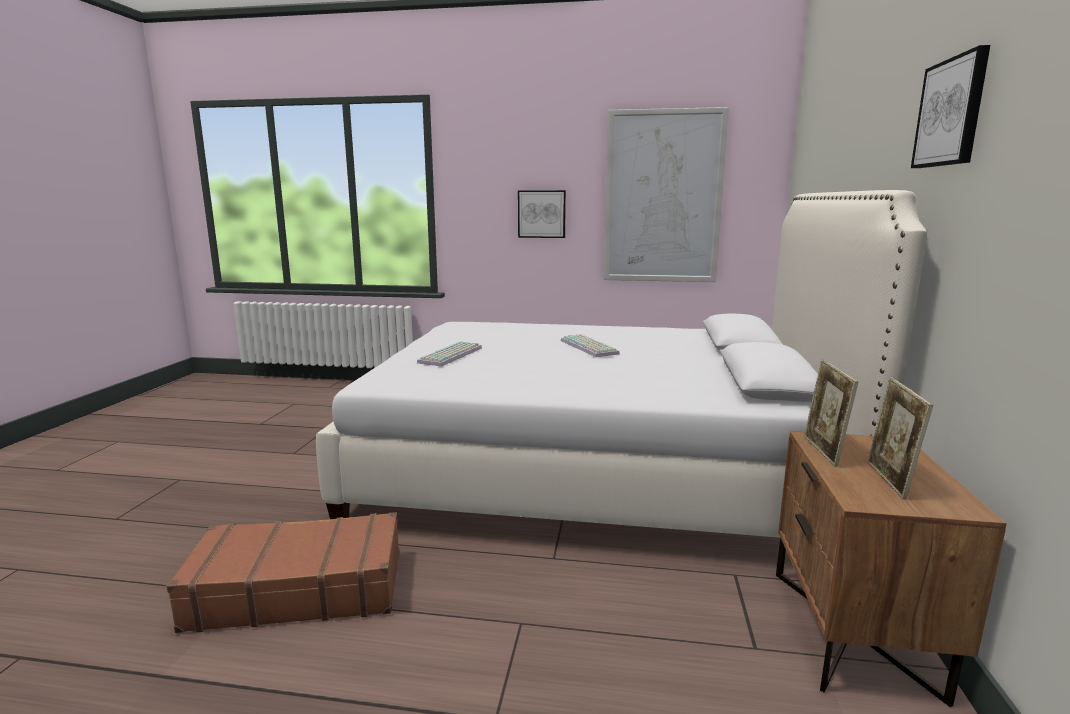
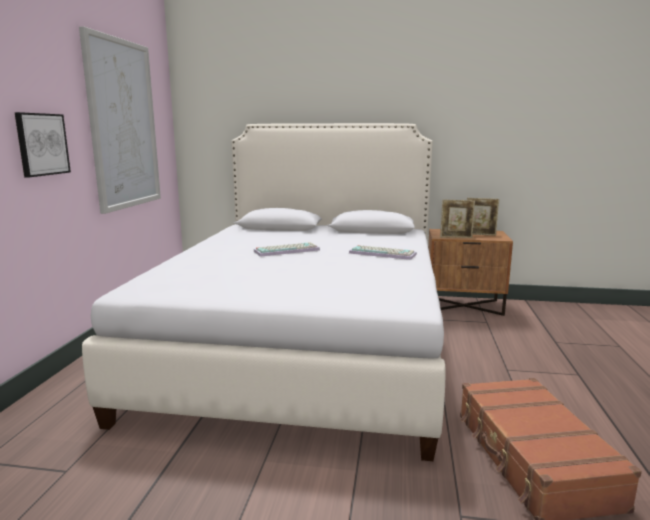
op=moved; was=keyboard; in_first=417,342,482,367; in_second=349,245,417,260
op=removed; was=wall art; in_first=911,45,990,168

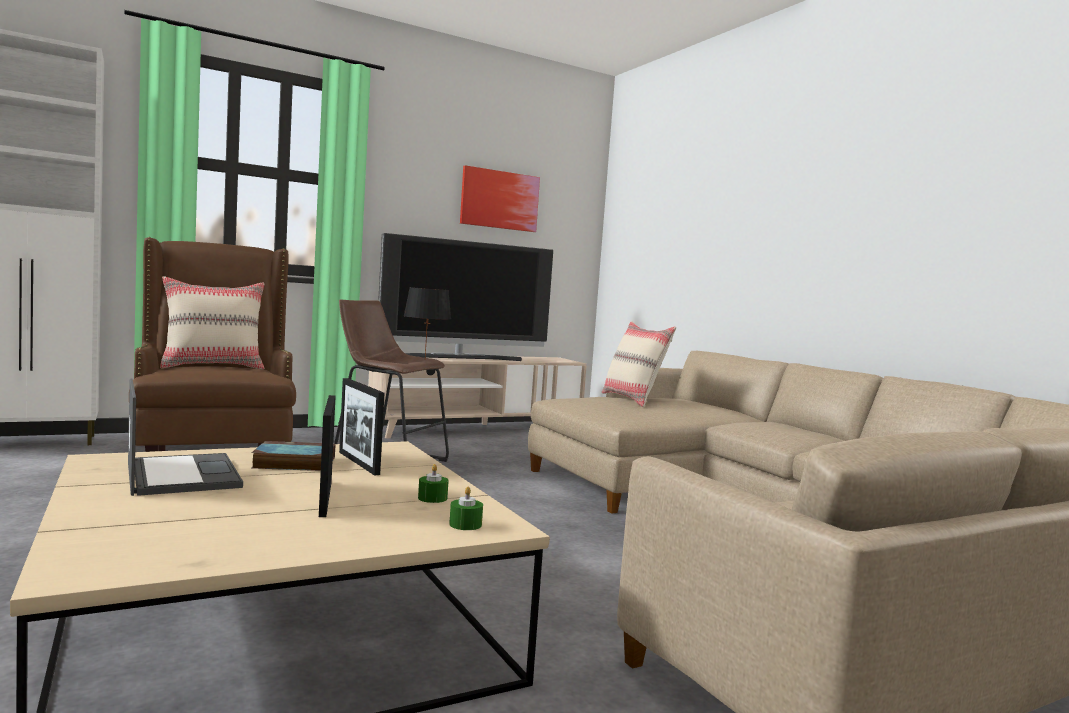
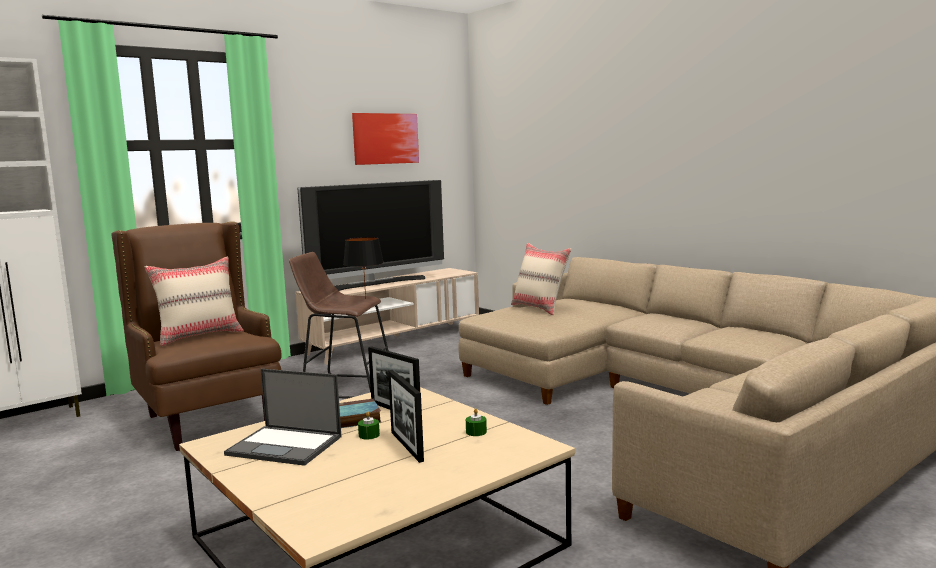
op=turned; was=laptop; in_first=128,379,243,496; in_second=224,369,341,466; clockwise=150
op=moved; was=greenish wax light; in_first=449,487,483,530; in_second=358,412,380,439

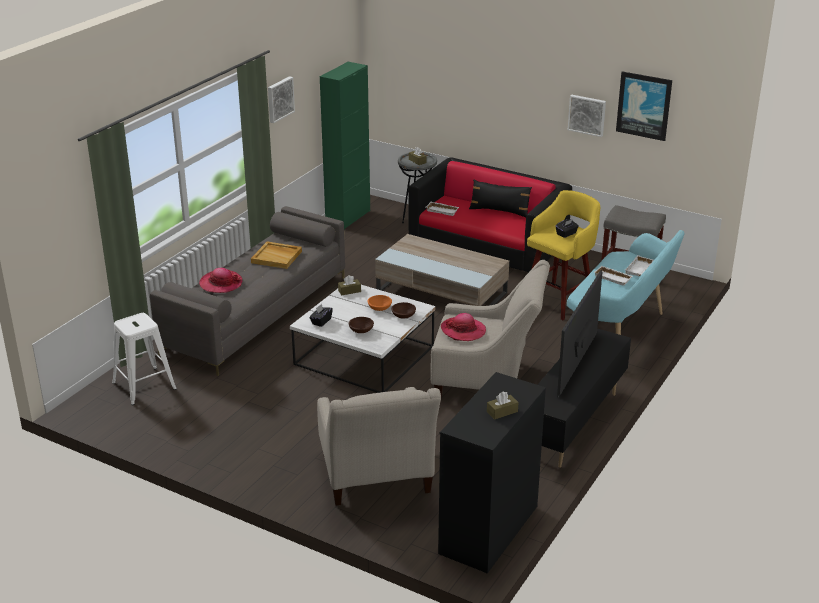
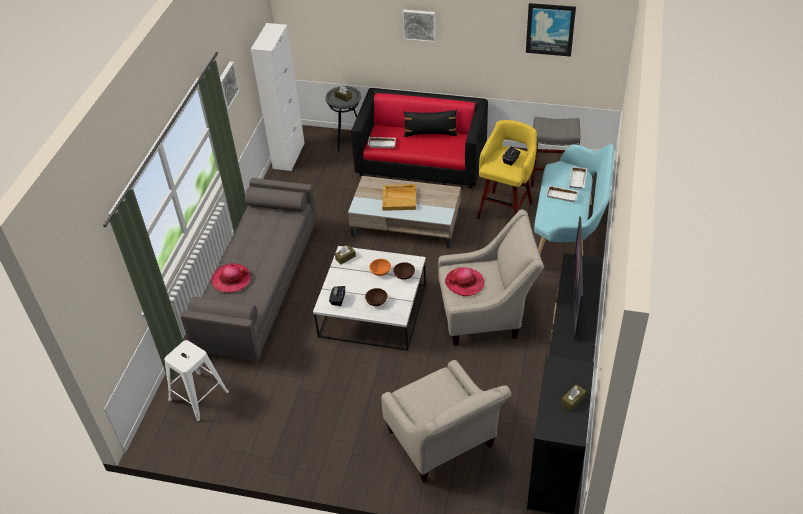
op=moved; was=sand-coloured serving tray; in_first=251,242,302,269; in_second=382,184,416,211
op=recoloured; was=greenish cabinet; now=white-coloured cabinet; in_first=320,62,370,230; in_second=251,23,305,171
op=moved; was=wall art; in_first=568,95,606,137; in_second=402,9,436,42

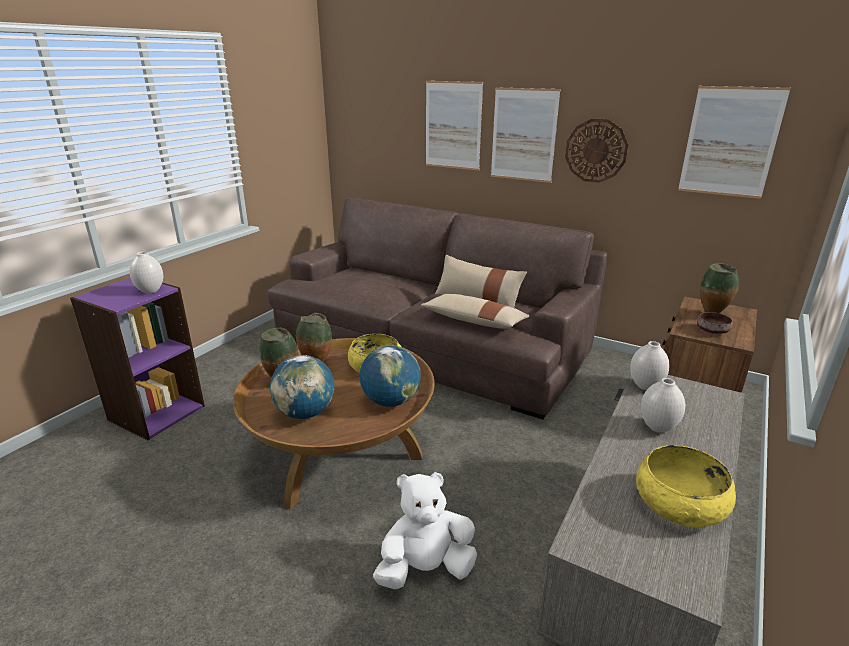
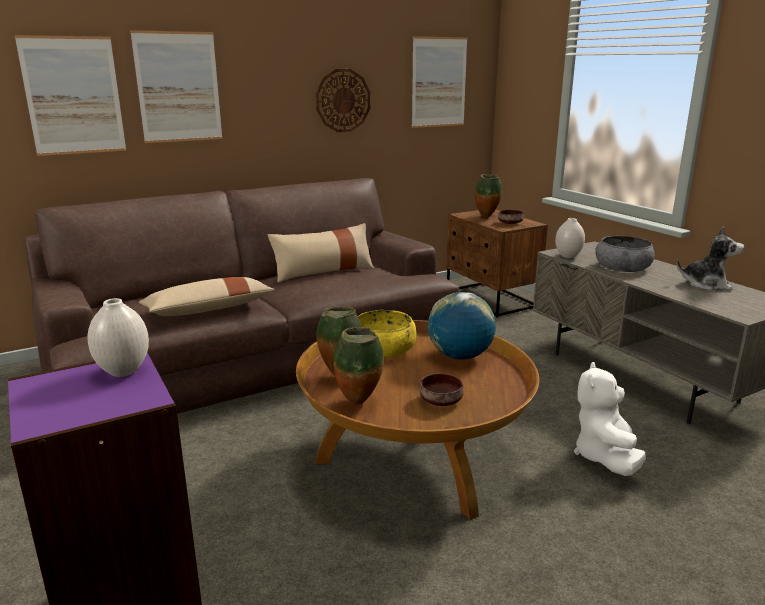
op=replaced; was=world globe; now=brown serving bowl; in_first=270,355,335,419; in_second=419,373,464,406
op=moved; was=sand-coloured cushion; in_first=421,294,530,329; in_second=139,277,275,316
op=moved; was=wall art; in_first=491,87,561,183; in_second=15,35,126,156
op=replaced; was=yellow-coloured serving bowl; now=cuddly toy; in_first=636,445,736,528; in_second=677,226,744,291
op=replaced; was=white-coloured decorative vase; now=grey serving bowl; in_first=641,378,685,433; in_second=595,236,655,272

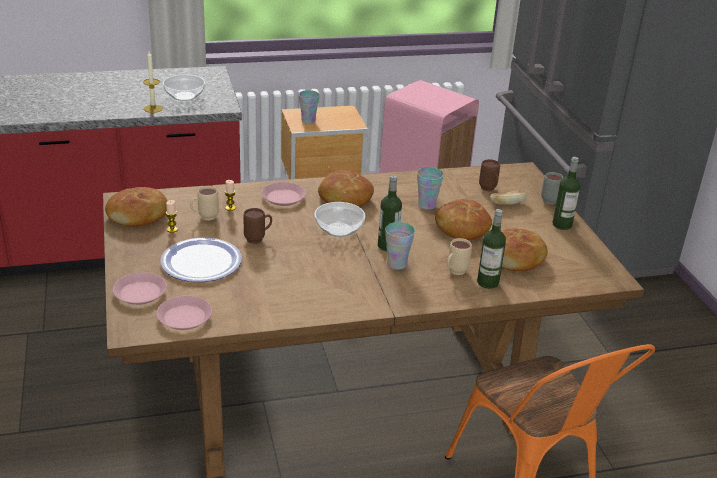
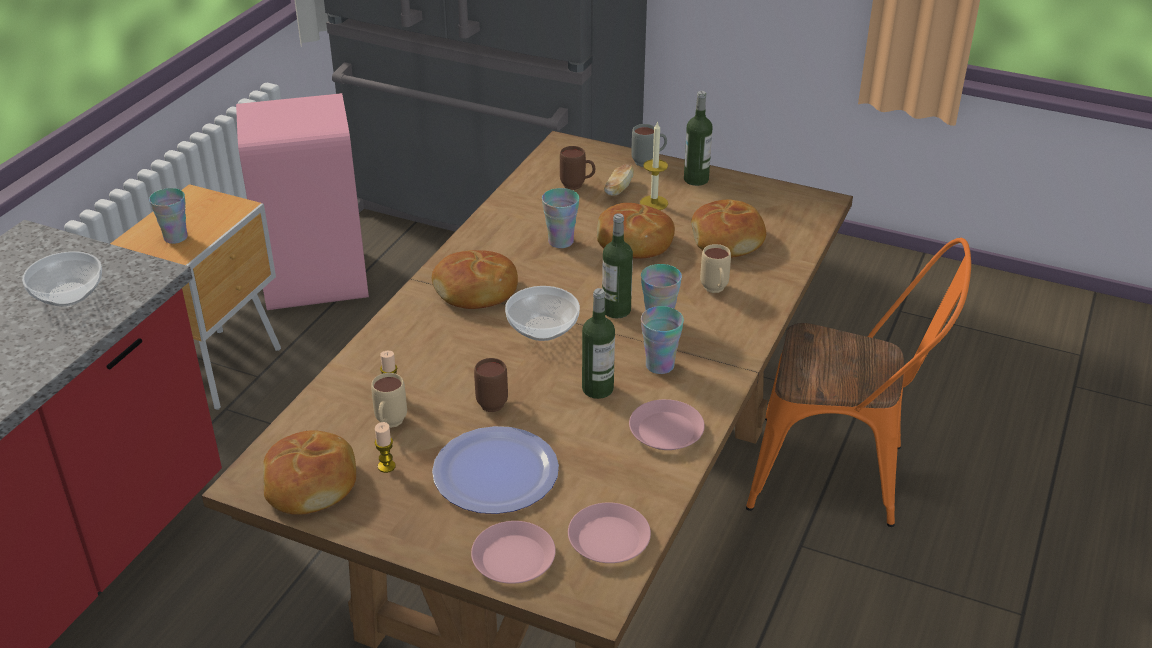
op=moved; was=wax light; in_first=143,51,163,113; in_second=640,121,668,210
op=moved; was=pinkish flat dish; in_first=261,182,306,206; in_second=629,399,705,450
op=moved; was=beverage bottle; in_first=477,209,506,289; in_second=582,288,615,399
op=added; now=cup; in_second=641,306,684,374

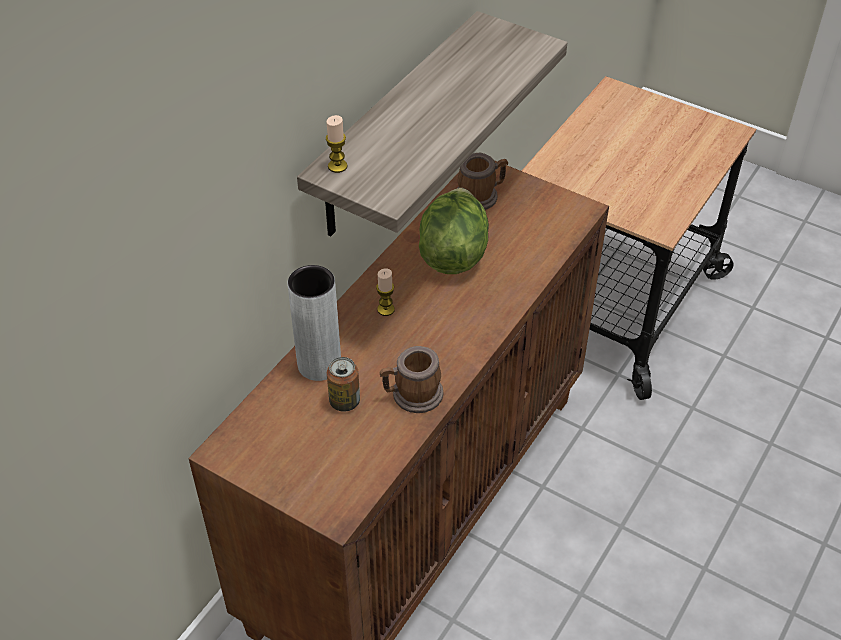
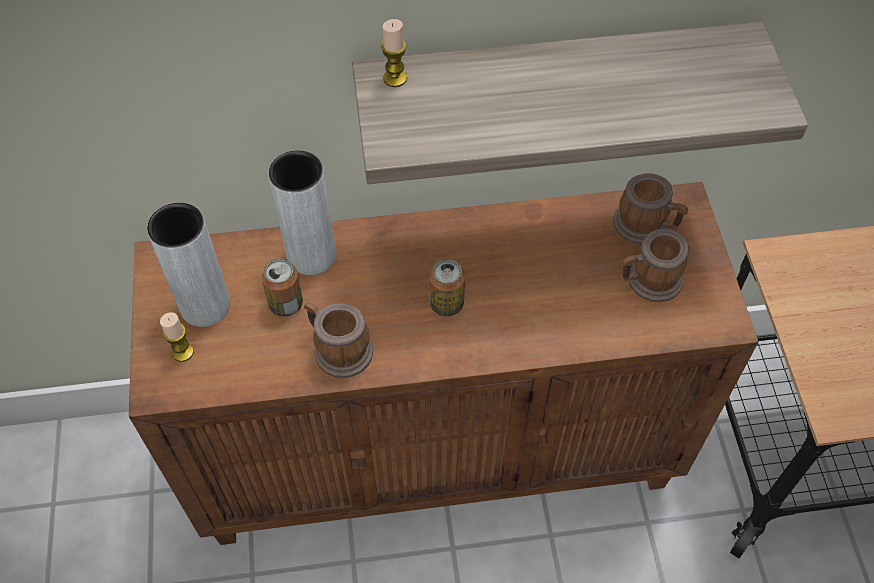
op=moved; was=wax light; in_first=376,268,395,316; in_second=160,312,194,362
op=removed; was=lettuce; in_first=419,188,489,274
op=added; now=grey decorative vase; in_second=147,203,230,327
op=added; now=can; in_second=429,259,465,316
op=added; now=coffee mug; in_second=622,229,689,302

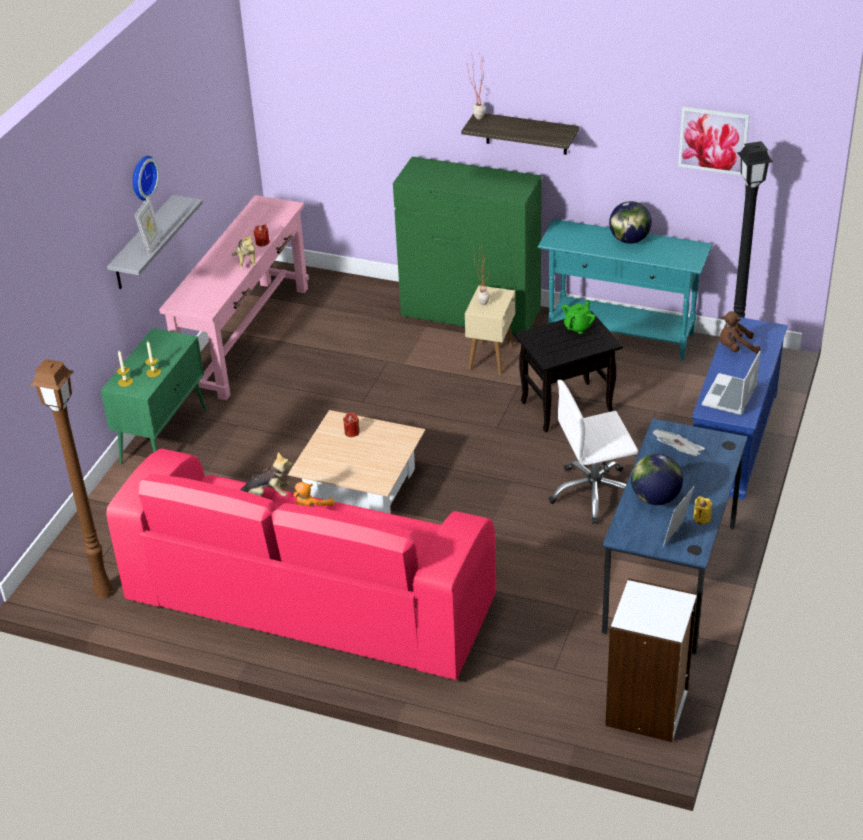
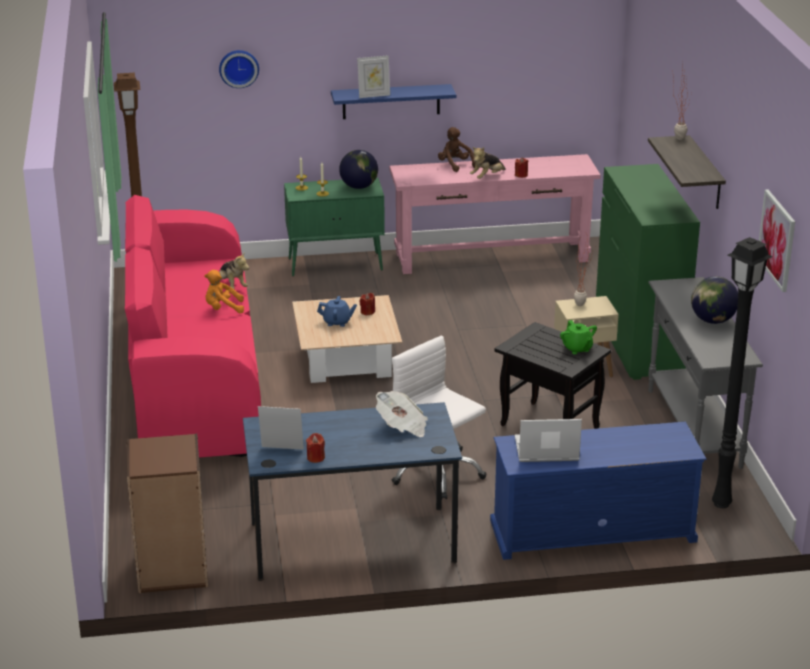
op=recoloured; was=grey bracket shelf; now=bluish bracket shelf; in_first=107,195,203,289; in_second=331,84,456,119
op=moved; was=clock on the wall; in_first=133,156,159,201; in_second=219,50,259,88
op=recoloured; was=blue-green console table; now=grey console table; in_first=538,219,713,360; in_second=648,277,763,469
op=turned; was=greenish teapot; in_first=562,300,596,334; in_second=560,320,597,354; clockwise=60
op=recoloured; was=white-coloured bookcase; now=brown bookcase; in_first=605,578,697,742; in_second=127,434,208,593
op=moved; was=world globe; in_first=631,454,683,505; in_second=339,150,378,189
op=recoloured; was=yellow-coloured wax light; now=red-coloured wax light; in_first=693,496,712,524; in_second=306,433,325,463
op=moved; was=brown cuddly toy; in_first=720,311,760,354; in_second=438,127,476,172
op=added; now=bluish teapot; in_second=317,296,357,327

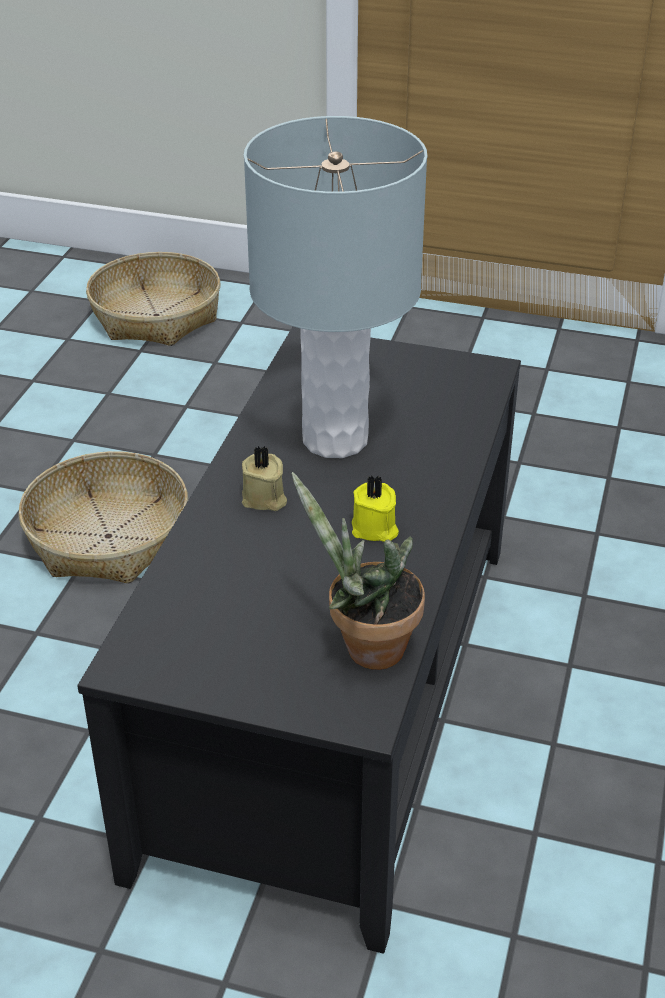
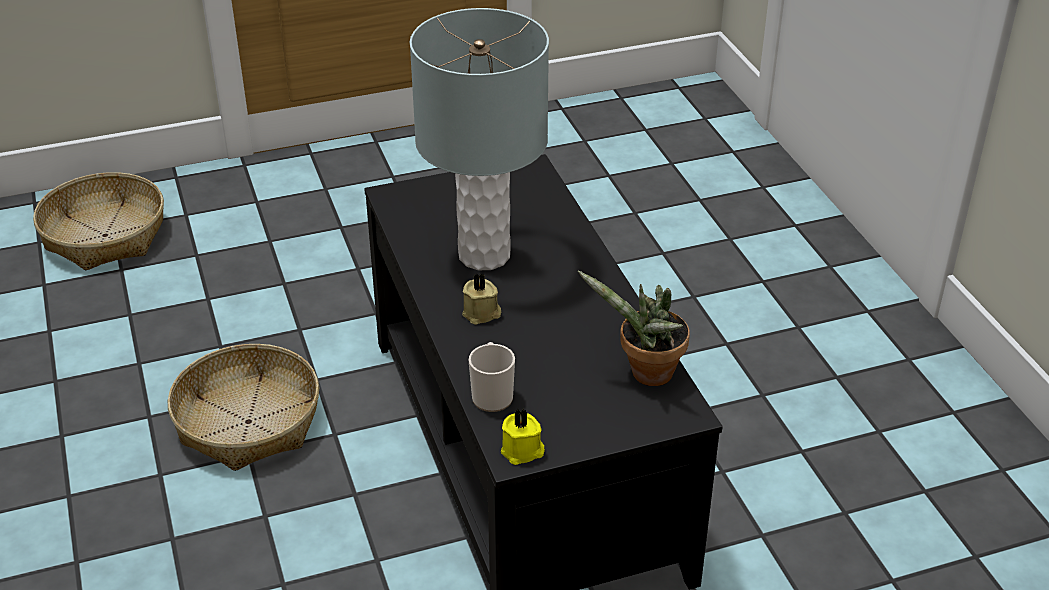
op=moved; was=yellow-coloured wax light; in_first=352,475,399,542; in_second=501,409,545,465
op=added; now=coffee mug; in_second=469,342,515,412

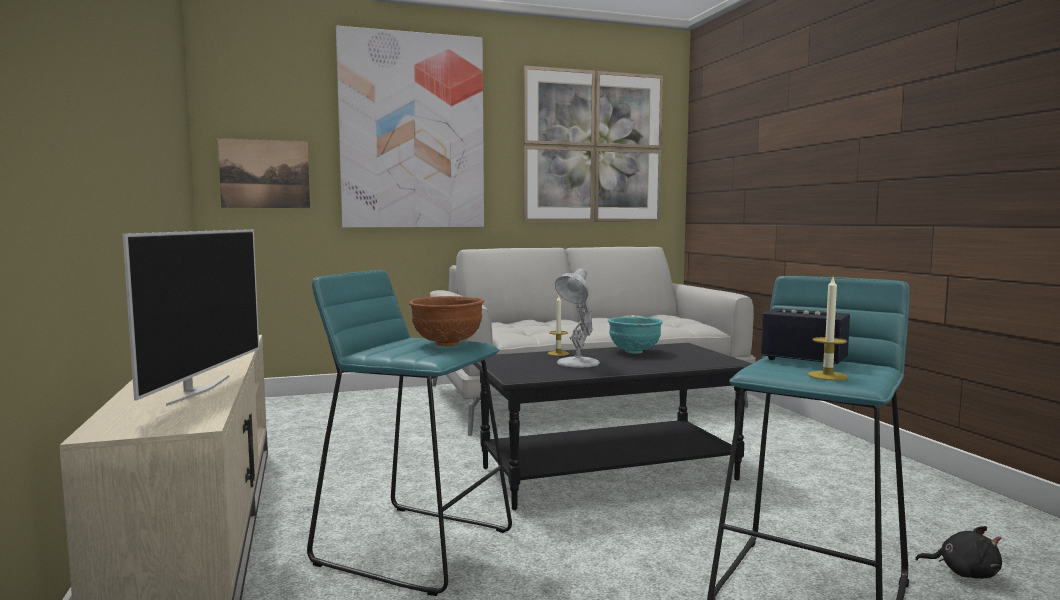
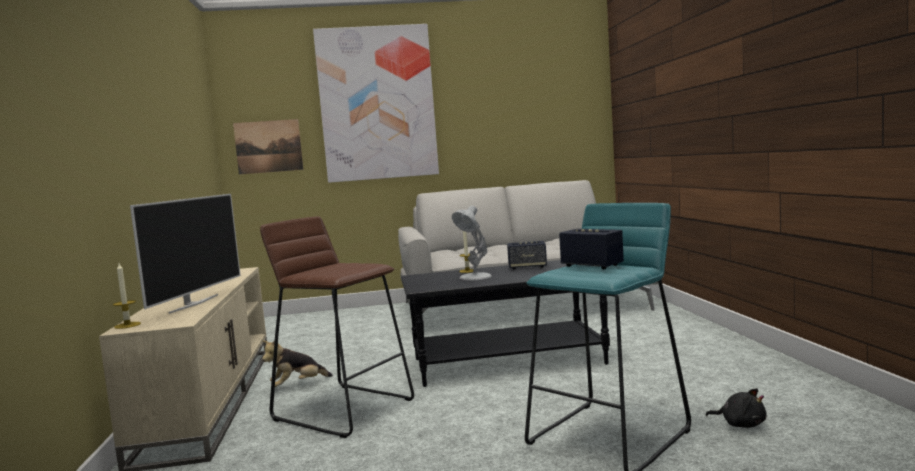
op=recoloured; was=blue-green sitting stool; now=brown sitting stool; in_first=307,270,512,596; in_second=260,216,414,438
op=removed; was=brown serving bowl; in_first=408,296,484,346
op=removed; was=wall art; in_first=523,66,663,222
op=replaced; was=blue-green serving bowl; now=speaker; in_first=608,317,663,353; in_second=507,241,547,270
op=moved; was=wax light; in_first=808,278,848,381; in_second=113,264,141,329
op=added; now=cuddly toy; in_second=262,340,333,387

